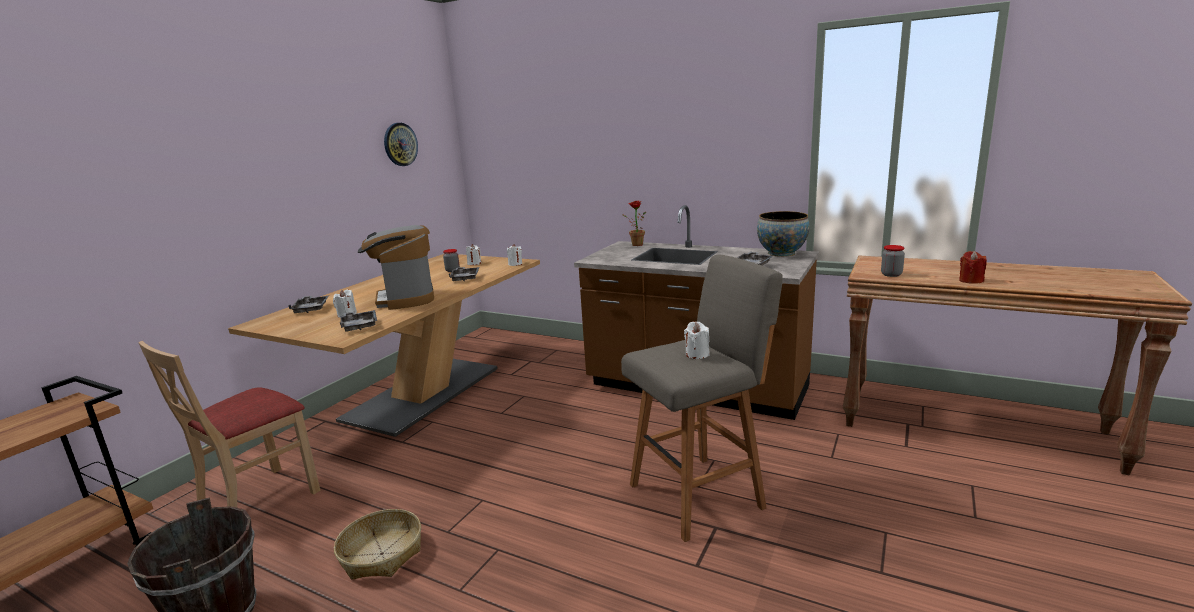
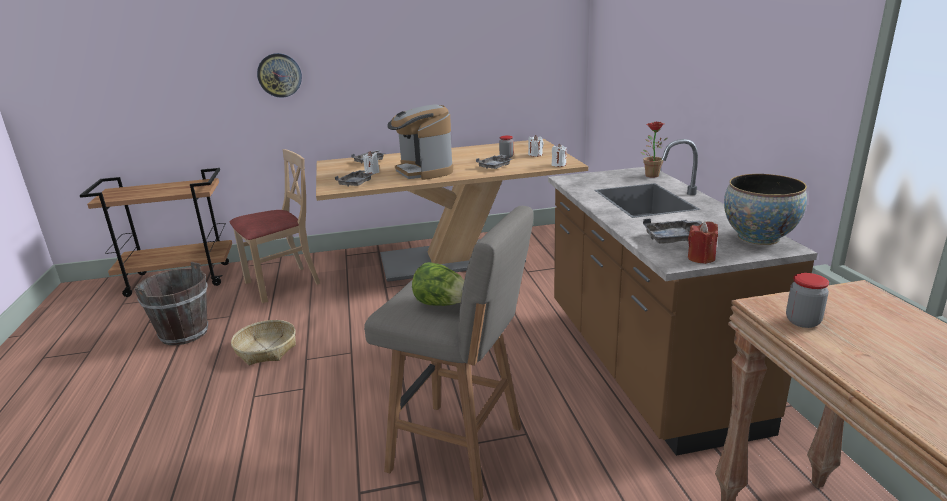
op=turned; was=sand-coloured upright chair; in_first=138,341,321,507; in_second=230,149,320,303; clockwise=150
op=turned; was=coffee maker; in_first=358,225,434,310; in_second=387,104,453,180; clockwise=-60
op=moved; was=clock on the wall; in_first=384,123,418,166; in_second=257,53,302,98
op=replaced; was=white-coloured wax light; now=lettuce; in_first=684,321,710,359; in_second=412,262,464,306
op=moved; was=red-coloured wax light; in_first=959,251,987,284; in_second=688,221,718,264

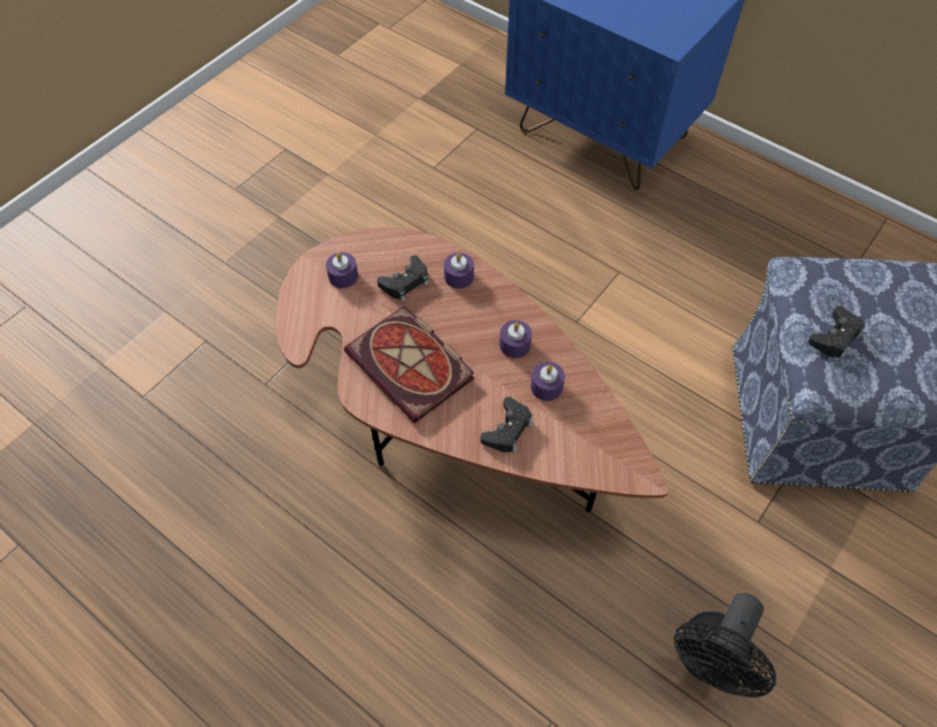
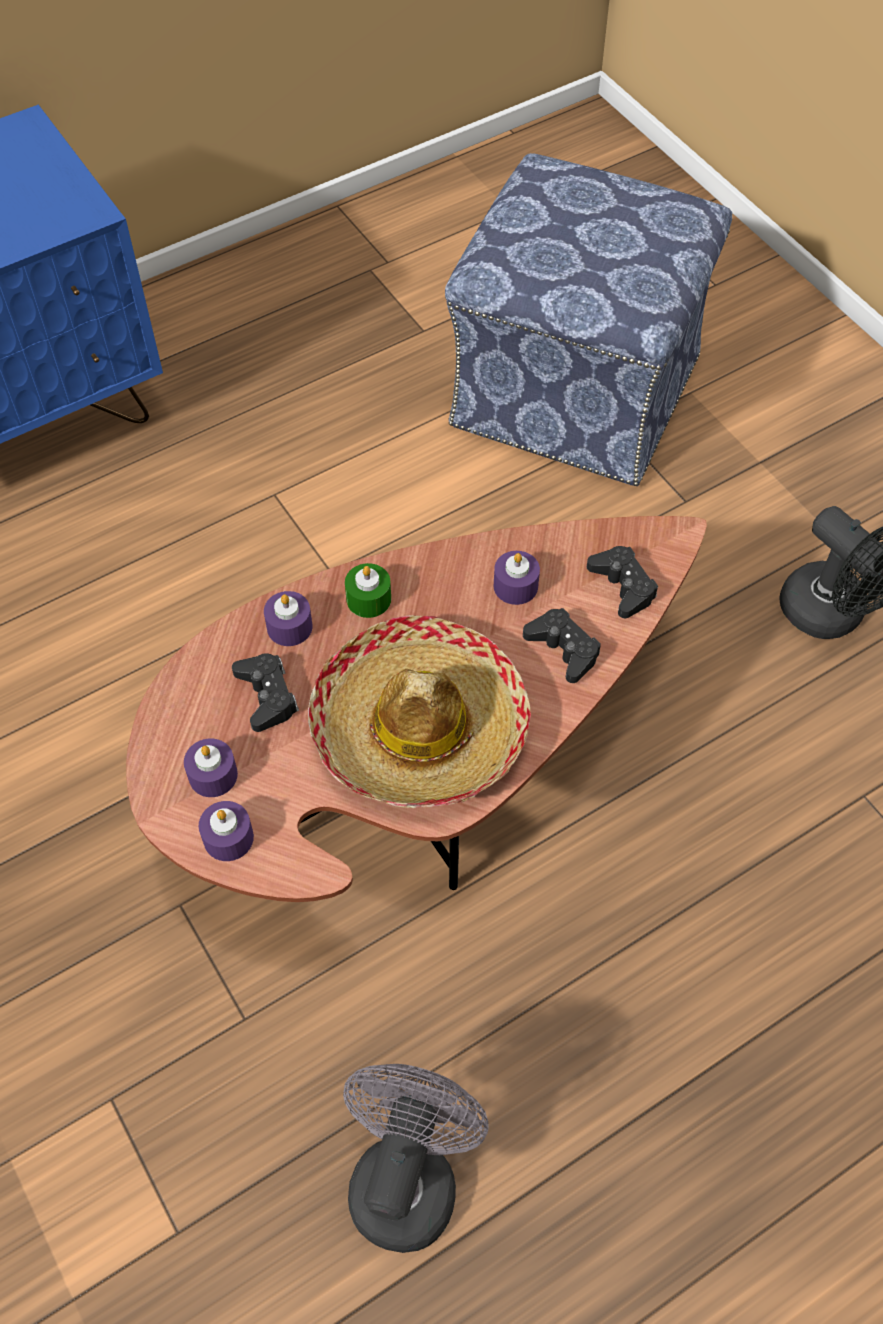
op=replaced; was=volume; now=hat; in_first=344,305,475,423; in_second=308,615,531,808
op=moved; was=purplish wax light; in_first=499,320,532,358; in_second=199,801,254,861
op=moved; was=blackish joypad; in_first=808,306,865,359; in_second=587,546,658,618
op=added; now=grey cooling fan; in_second=343,1064,489,1253
op=added; now=greenish wax light; in_second=345,563,391,618

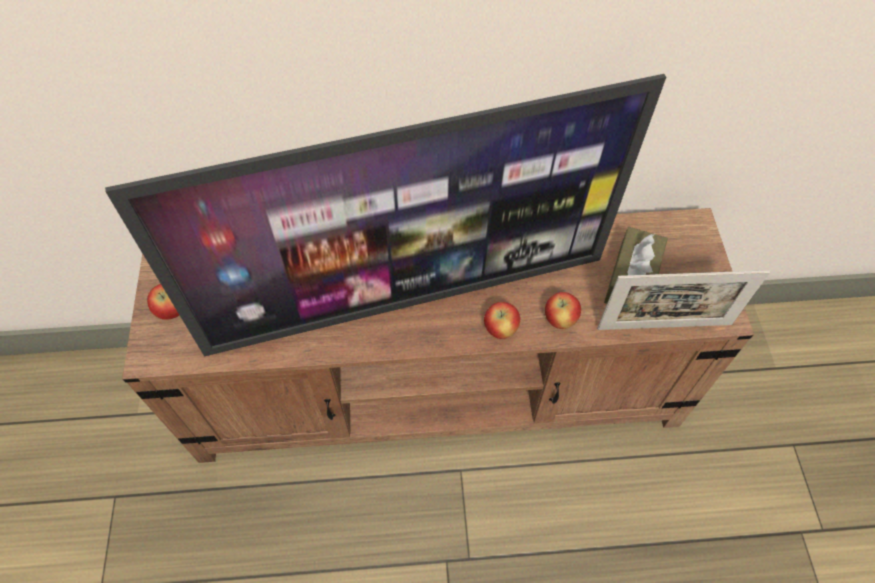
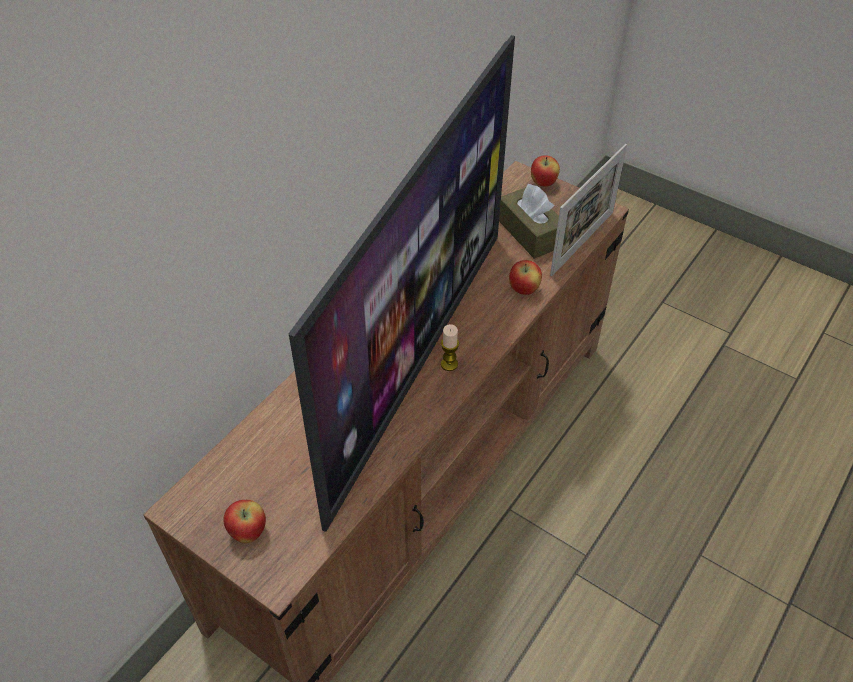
op=moved; was=apple; in_first=484,302,520,339; in_second=531,155,560,187
op=added; now=wax light; in_second=441,324,459,371

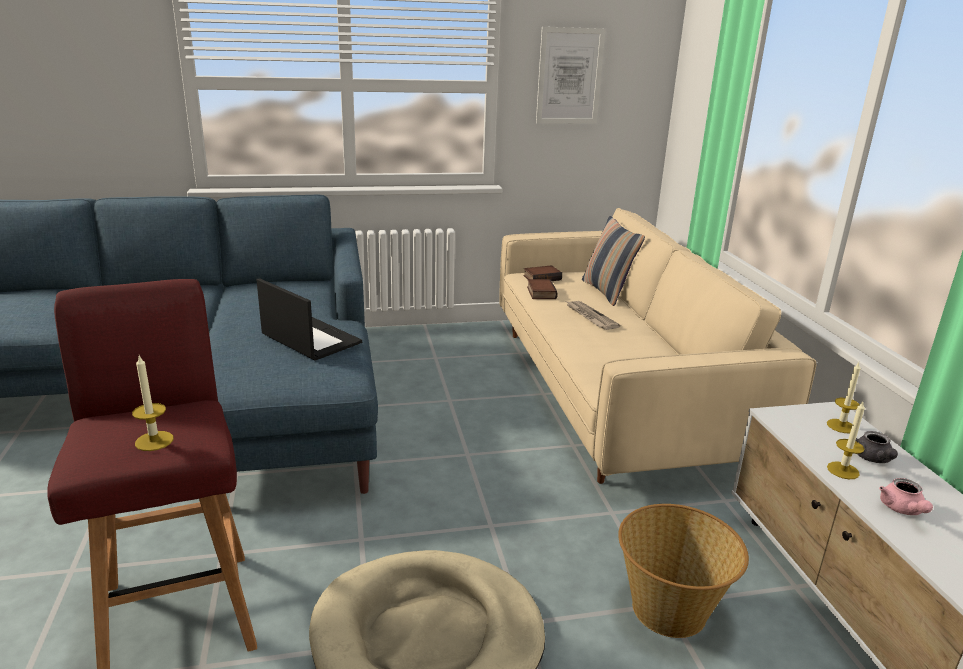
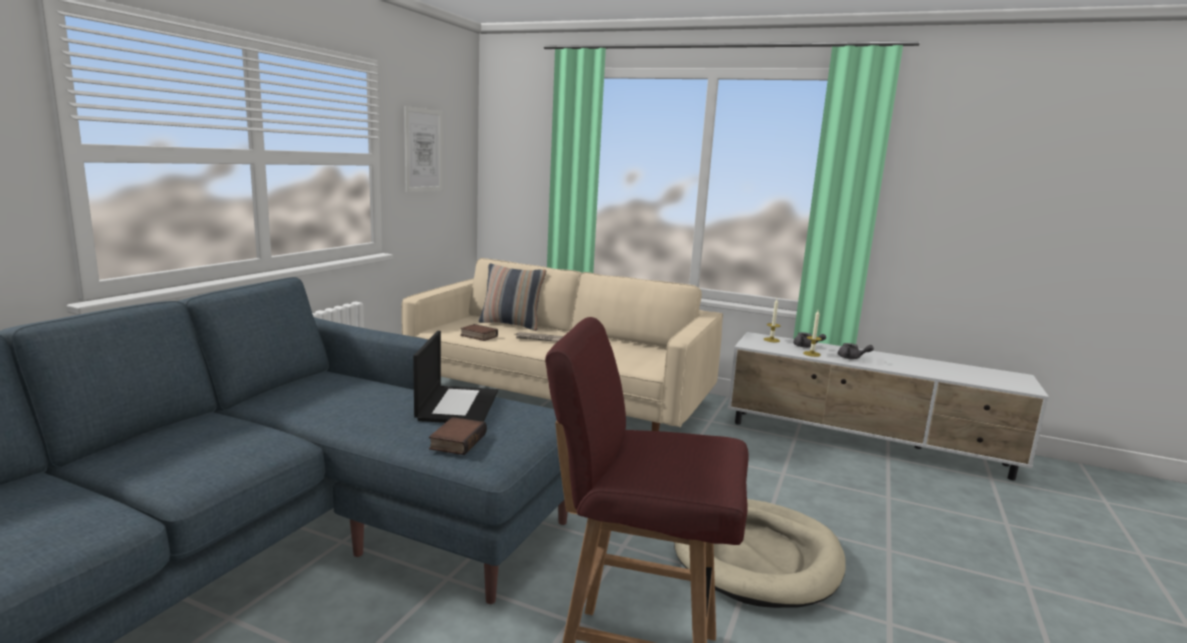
op=removed; was=wax light; in_first=132,356,174,451
op=turned; was=laptop; in_first=257,278,362,361; in_second=413,331,498,423; clockwise=105
op=moved; was=volume; in_first=523,265,562,281; in_second=429,417,487,455
op=removed; was=household basket; in_first=618,504,749,638
op=recoloured; was=pinkish teapot; now=grey teapot; in_first=879,478,933,515; in_second=838,343,874,359

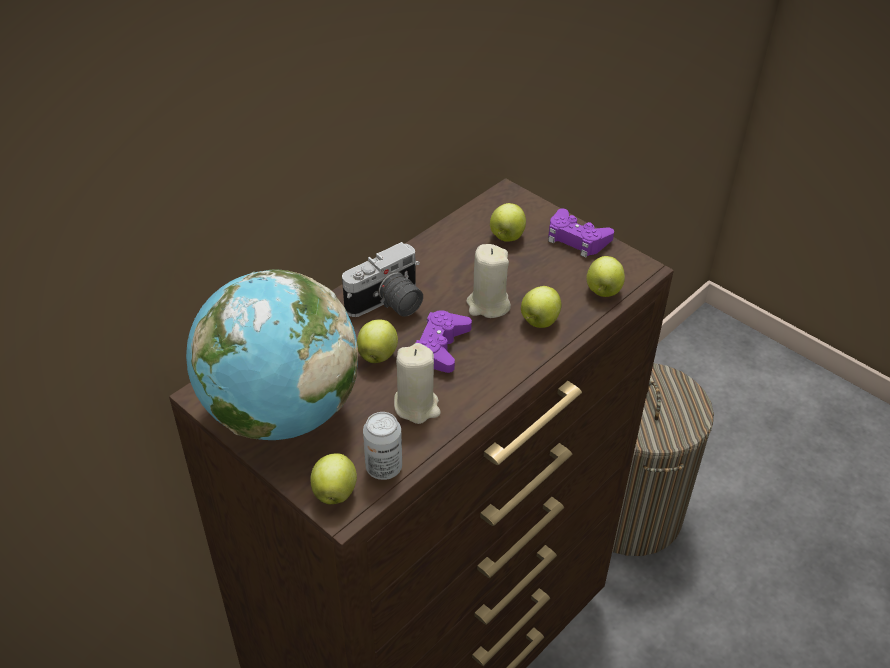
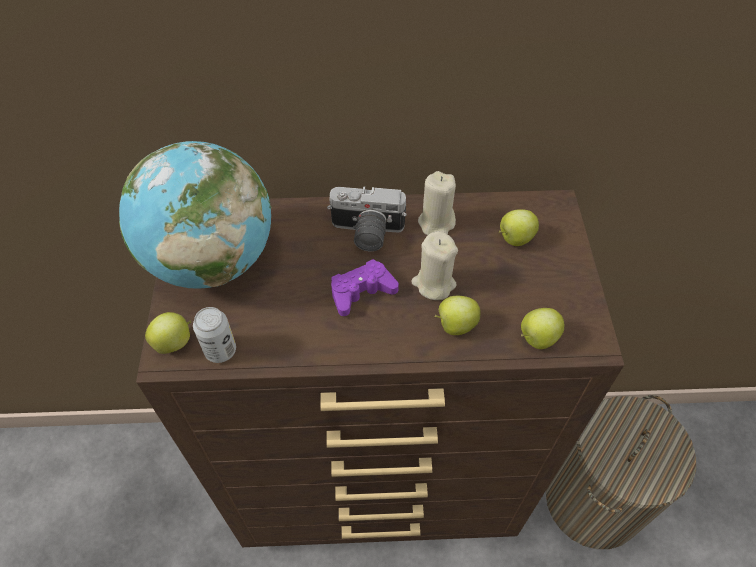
op=removed; was=apple; in_first=357,320,398,363
op=moved; was=sand-coloured wax light; in_first=394,343,441,424; in_second=418,171,456,235
op=removed; was=purplish joypad; in_first=548,208,614,258

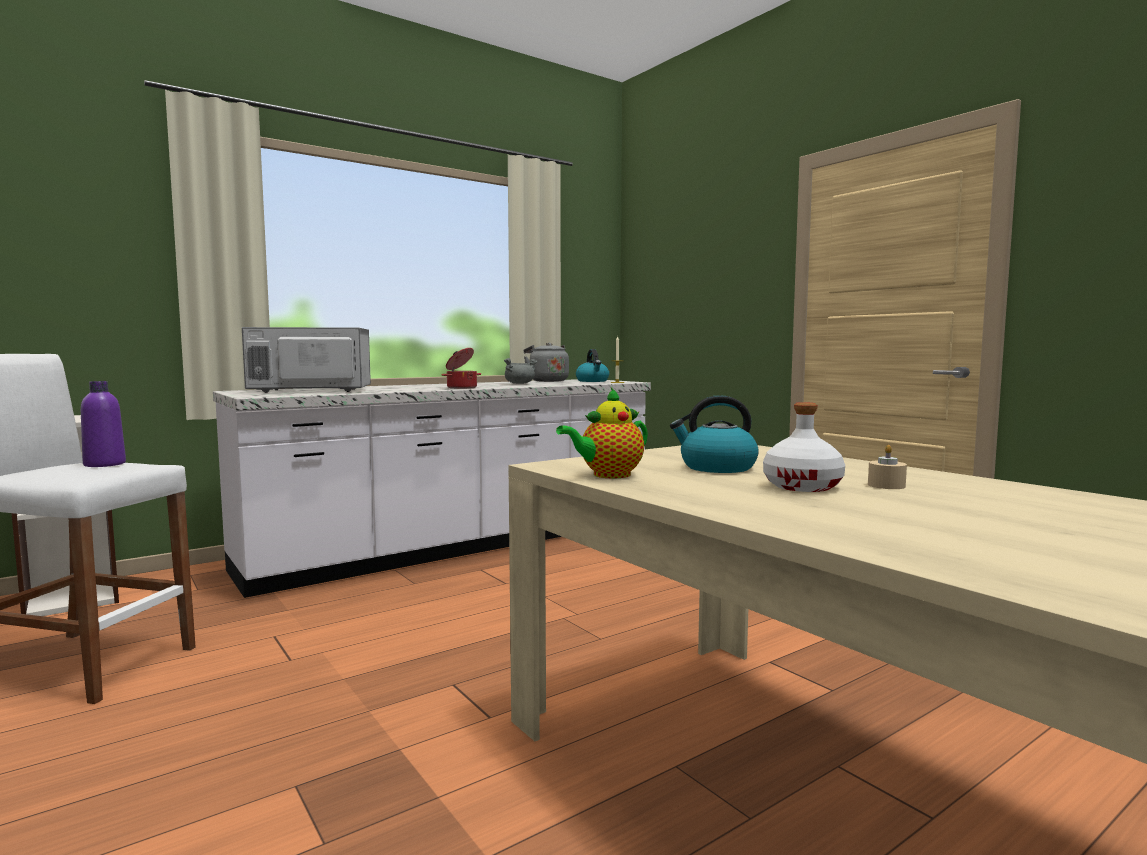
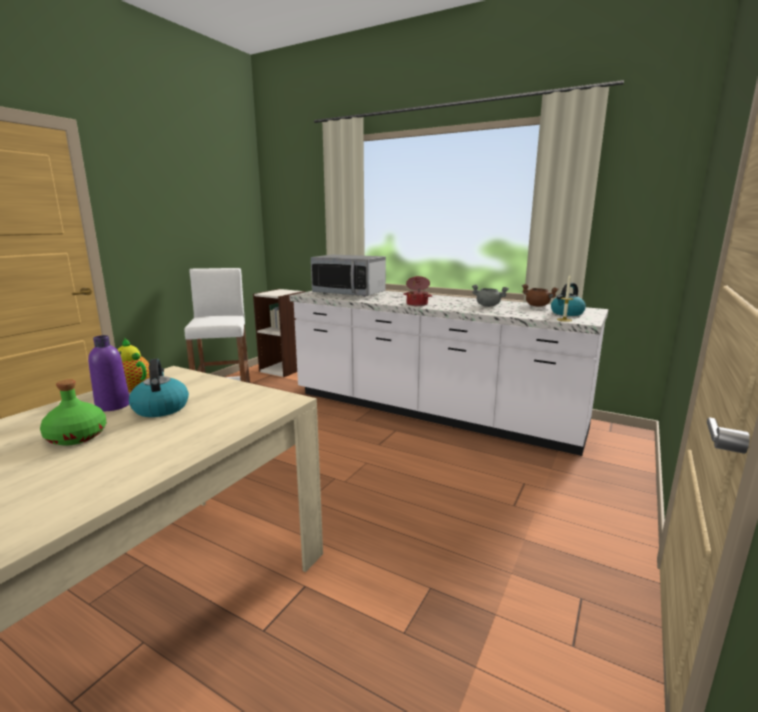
op=moved; was=purplish beverage bottle; in_first=81,381,126,467; in_second=88,335,129,411
op=turned; was=kitchen microwave; in_first=242,327,371,393; in_second=311,255,386,297; clockwise=150
op=replaced; was=grey tea kettle; now=brown stockpot; in_first=524,343,569,382; in_second=522,284,559,307
op=recoloured; was=white-coloured beverage bottle; now=greenish beverage bottle; in_first=763,402,845,492; in_second=40,379,106,446
op=removed; was=sand-coloured wax light; in_first=868,445,907,489

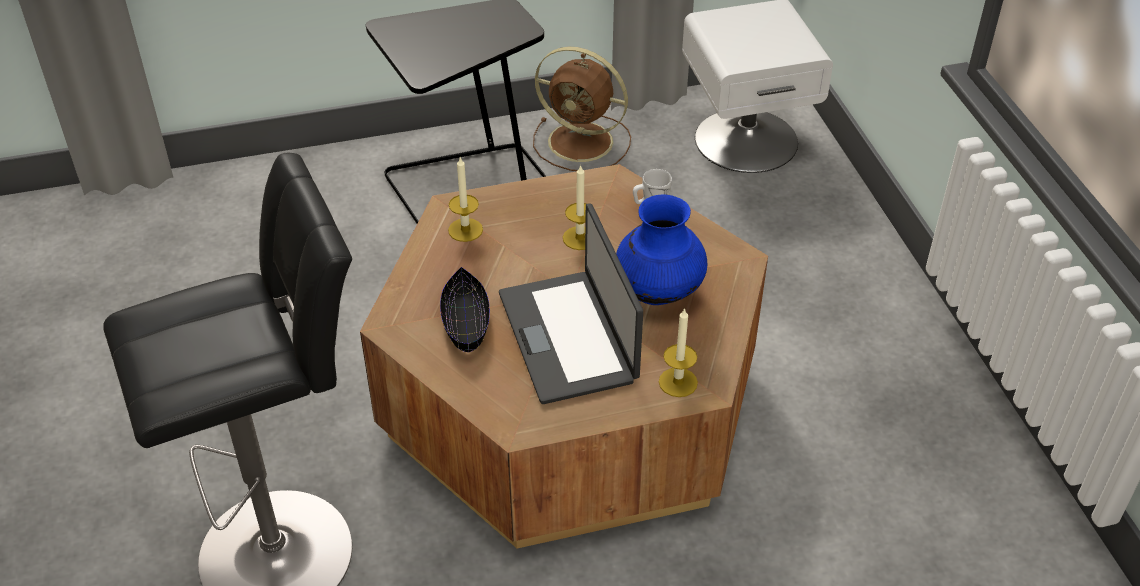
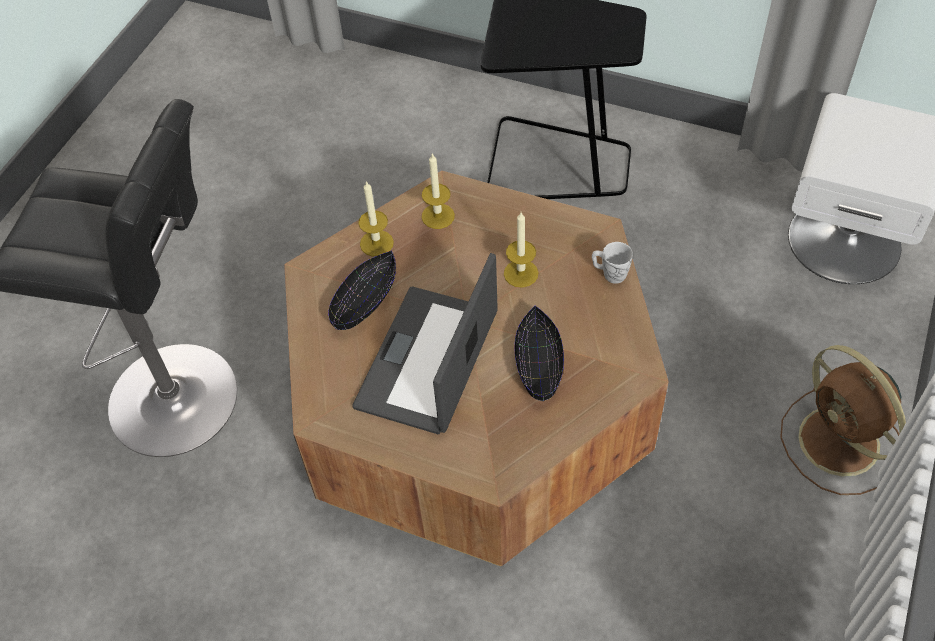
op=moved; was=brown cooling fan; in_first=533,47,631,171; in_second=780,345,906,495
op=replaced; was=bluish decorative vase; now=blackish serving bowl; in_first=616,195,707,305; in_second=515,306,564,401
op=moved; was=wax light; in_first=659,308,698,397; in_second=358,181,394,256

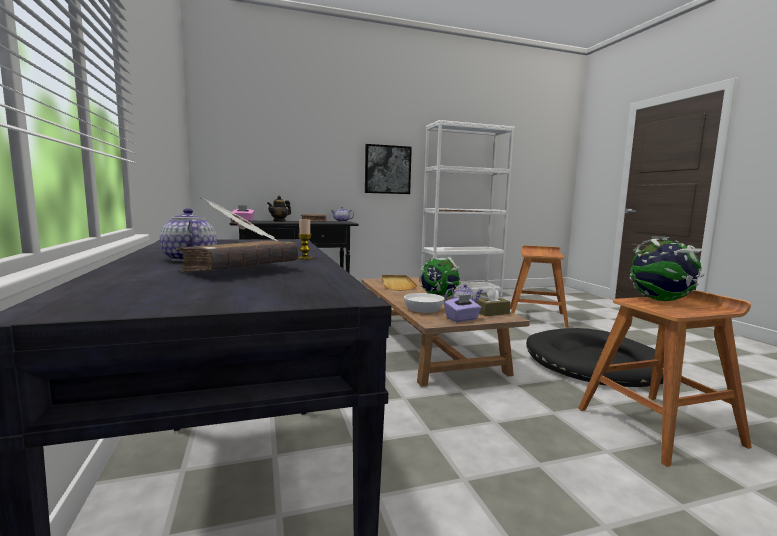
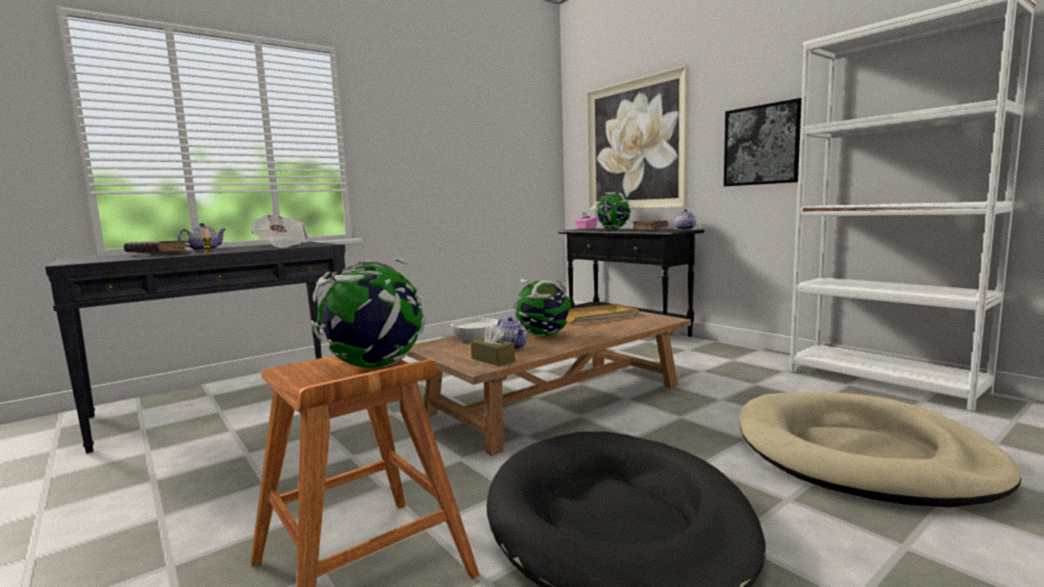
op=replaced; was=teapot; now=world globe; in_first=267,196,291,222; in_second=595,192,631,230
op=removed; was=purplish tissue box; in_first=444,294,481,322
op=replaced; was=brown sitting stool; now=sand-coloured dog cushion; in_first=510,245,569,328; in_second=739,392,1021,507
op=added; now=wall art; in_second=586,65,690,210

